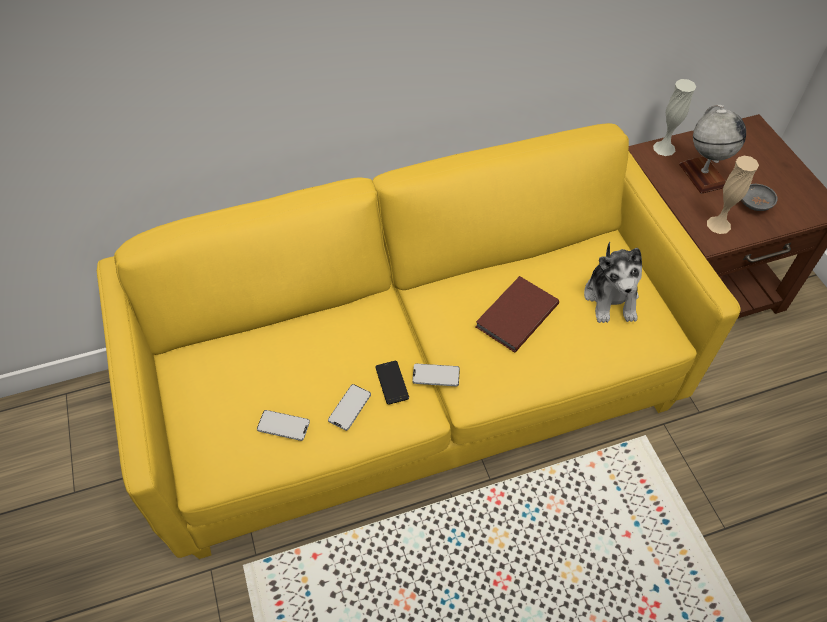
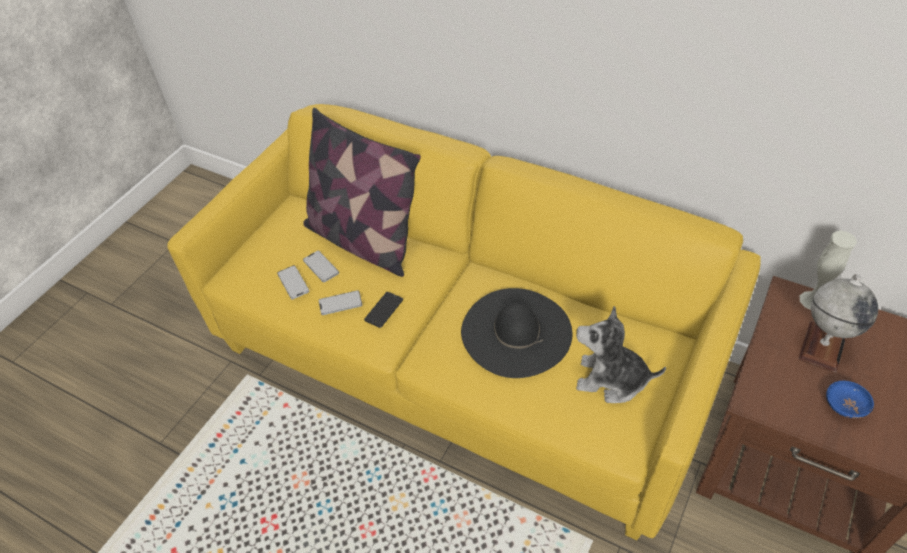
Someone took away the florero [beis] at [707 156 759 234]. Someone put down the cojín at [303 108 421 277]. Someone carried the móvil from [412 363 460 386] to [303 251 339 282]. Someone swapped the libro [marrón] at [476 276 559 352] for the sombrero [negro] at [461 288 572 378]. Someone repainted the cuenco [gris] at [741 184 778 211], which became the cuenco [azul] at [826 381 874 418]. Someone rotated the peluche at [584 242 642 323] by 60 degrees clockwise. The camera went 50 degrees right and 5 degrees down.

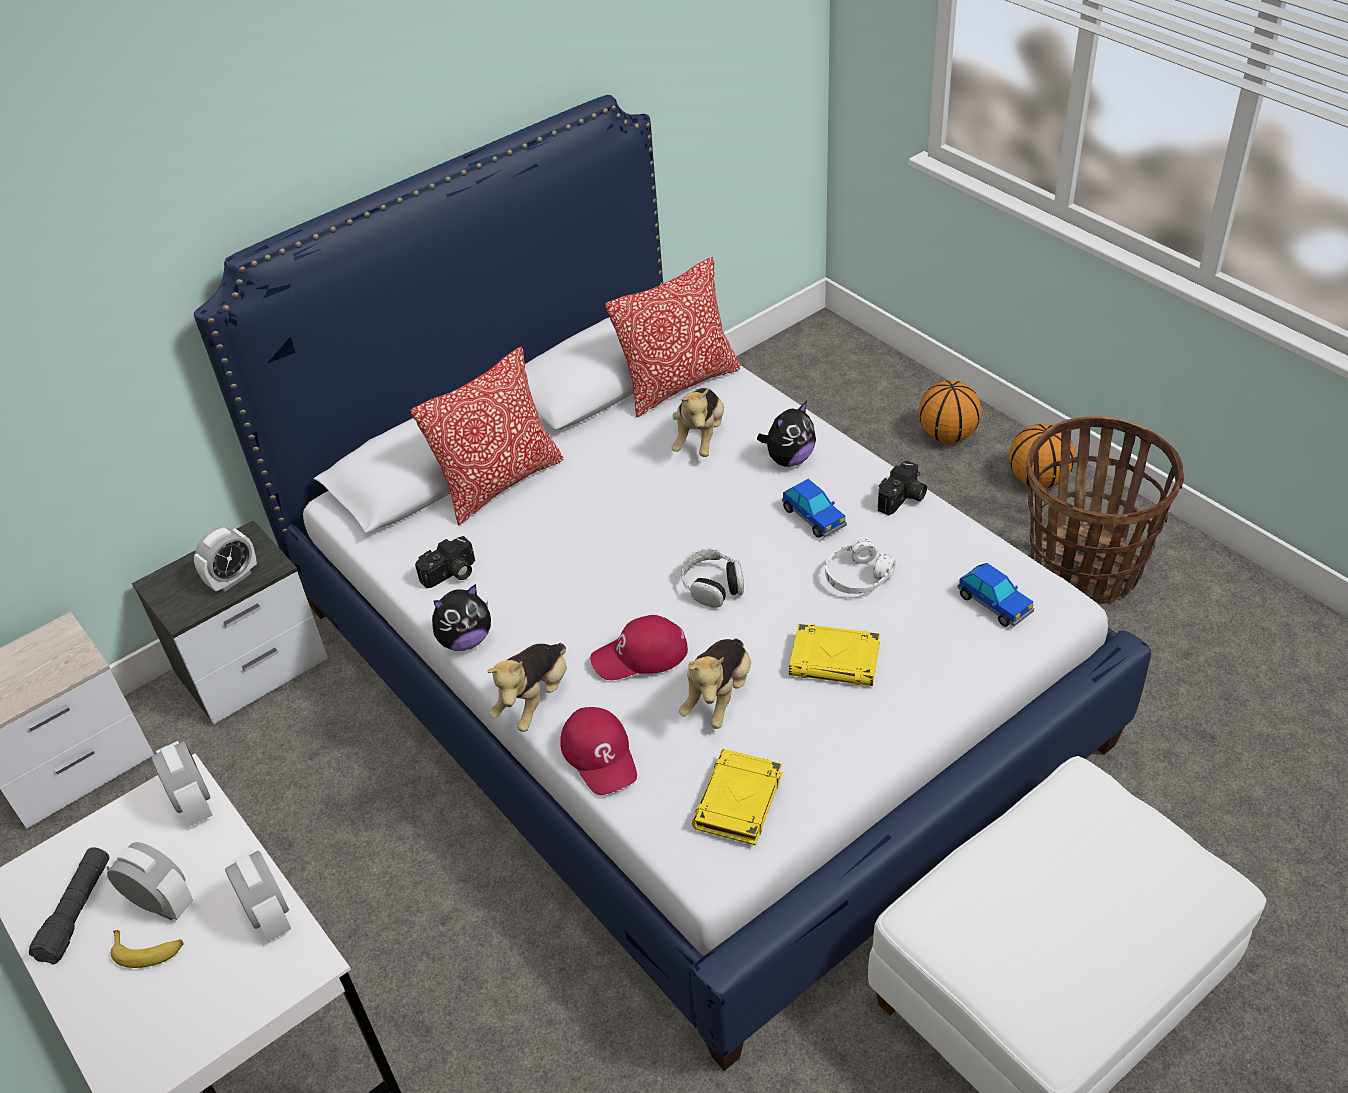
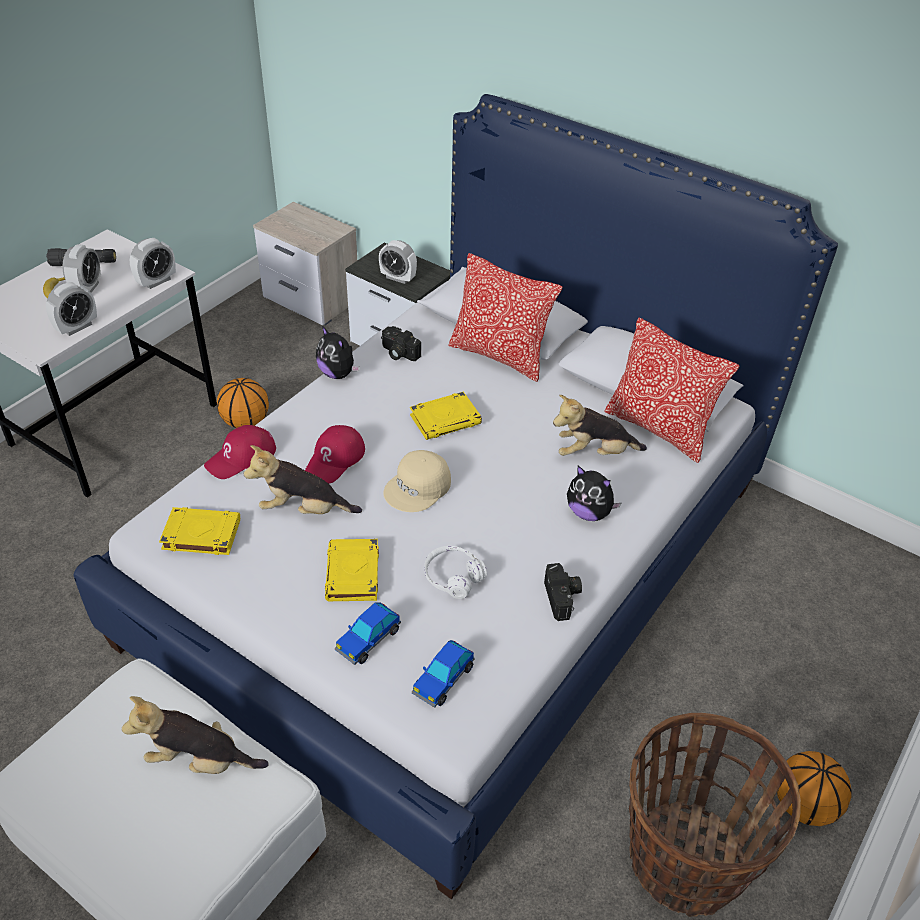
Someone put down the libro [amarillo] at [410 392 482 440]. Someone carried the peluche from [487 643 567 732] to [122 696 269 774]. Someone carried the coche de juguete from [782 479 847 538] to [335 602 401 665]. Someone carried the balón de baloncesto from [919 380 982 443] to [217 378 269 428]. Someone swapped the auriculares at [681 549 744 608] for the gorra [beis] at [383 450 451 512]. Someone rotated the gorra [rojo] at [590 615 688 680] by 120 degrees counterclockwise. Someone rotated the cámara at [878 461 927 515] by 120 degrees counterclockwise. The camera went 70 degrees right and 0 degrees up.

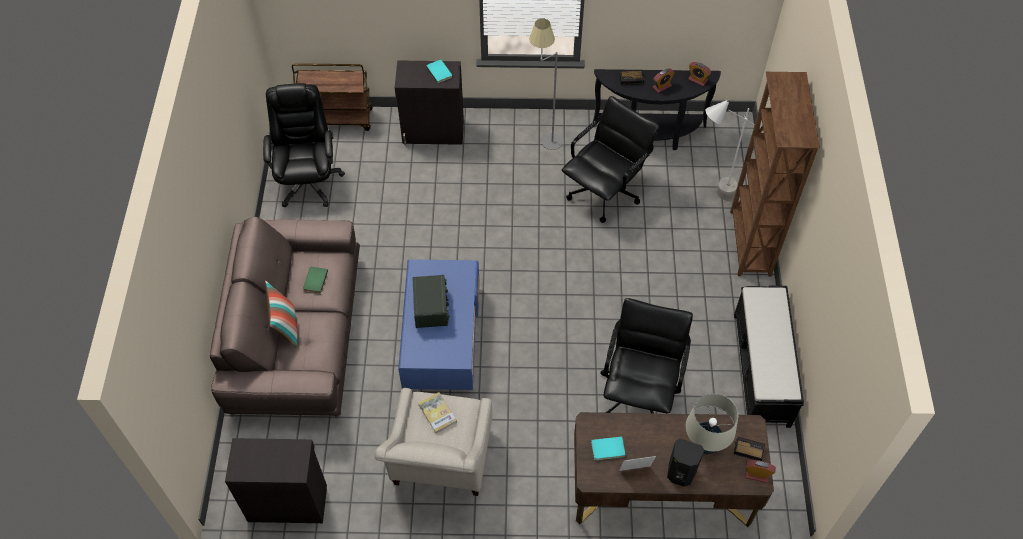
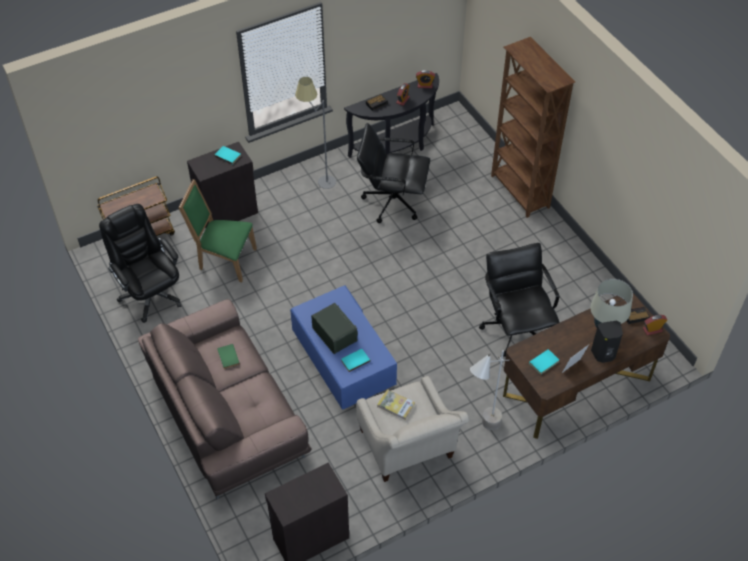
Someone took away the cojín at [265 281 298 348]. Someone took away the banco [negro] at [734 286 804 428]. Someone put down the silla [verde] at [178 179 257 282]. Someone put down the libro [turquesa] at [341 349 370 372]. Someone carried the lámpara de pie [gris] from [706 99 755 200] to [470 350 509 430]. Someone rotated the silla de oficina [negro] at [562 96 659 223] by 90 degrees counterclockwise. The camera went 30 degrees left and 5 degrees down.

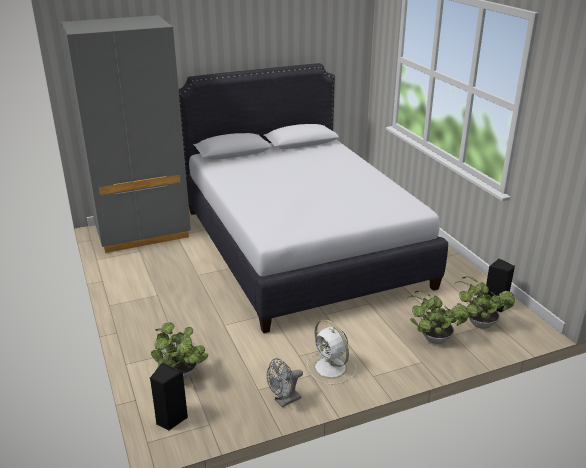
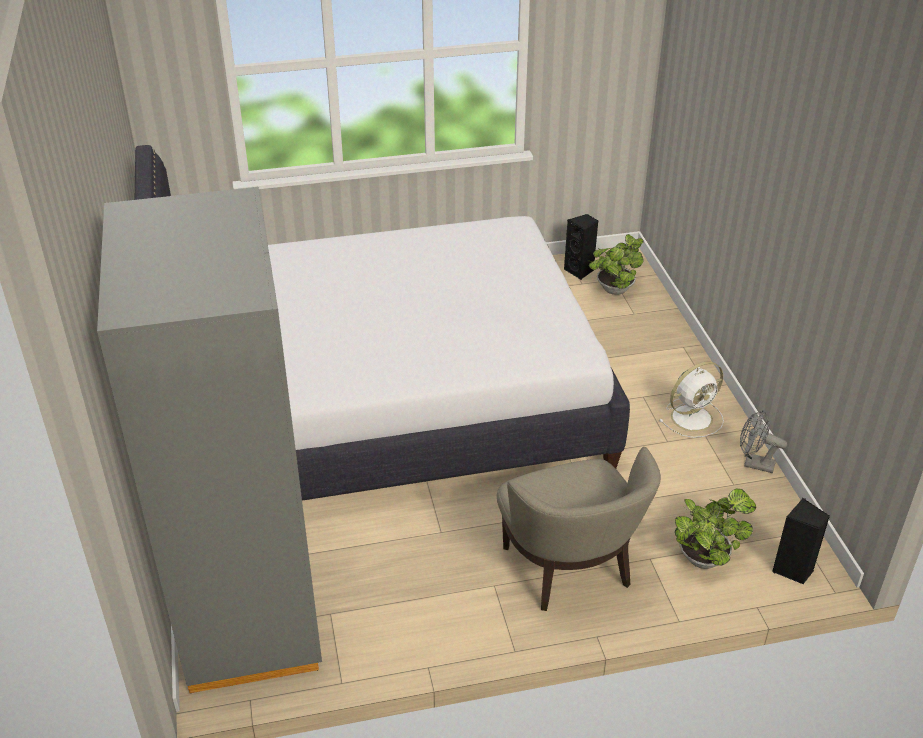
Someone took away the planta en maceta at [409 290 469 344]. Someone put down the sillón [beis] at [497 447 661 611]. Someone rotated the ventilador [gris] at [267 358 303 407] by 135 degrees clockwise. The camera went 80 degrees left and 10 degrees up.

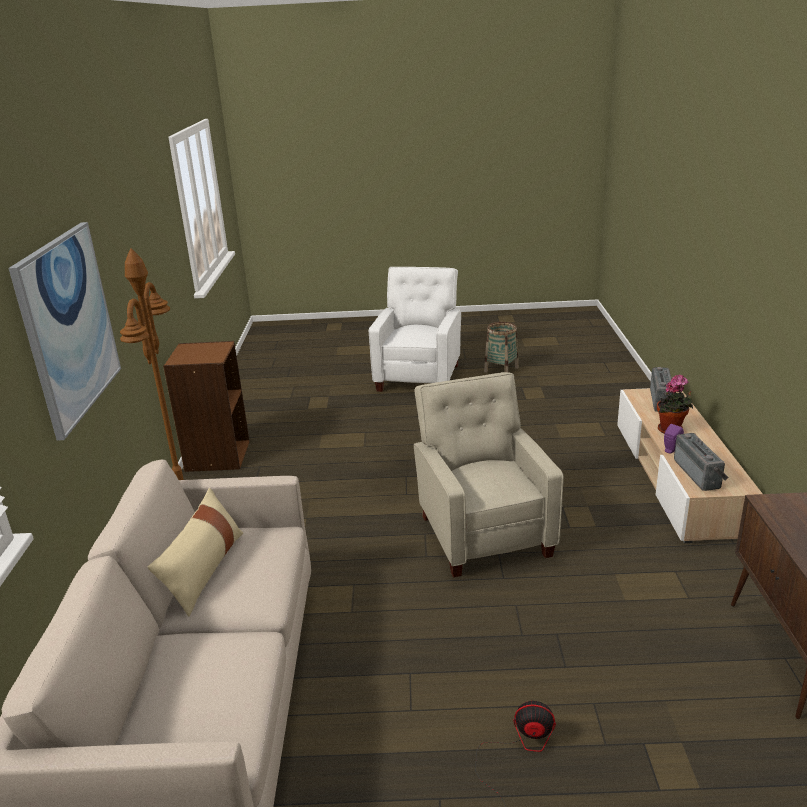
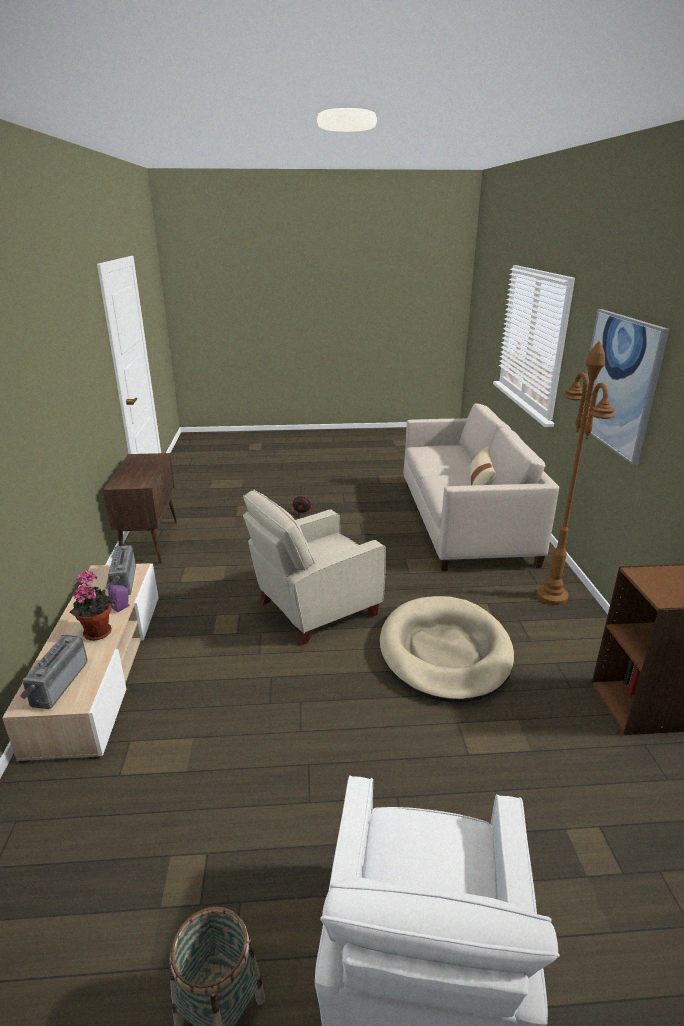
Someone put down the cama para perro [beis] at [380 596 514 702]. Someone rotated the sillón [beis] at [414 372 564 577] by 75 degrees clockwise. The camera went 175 degrees right and 0 degrees up.

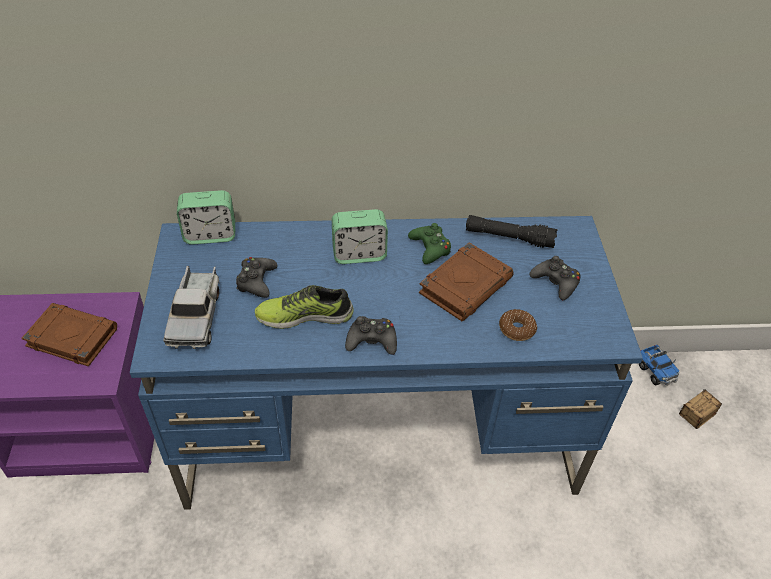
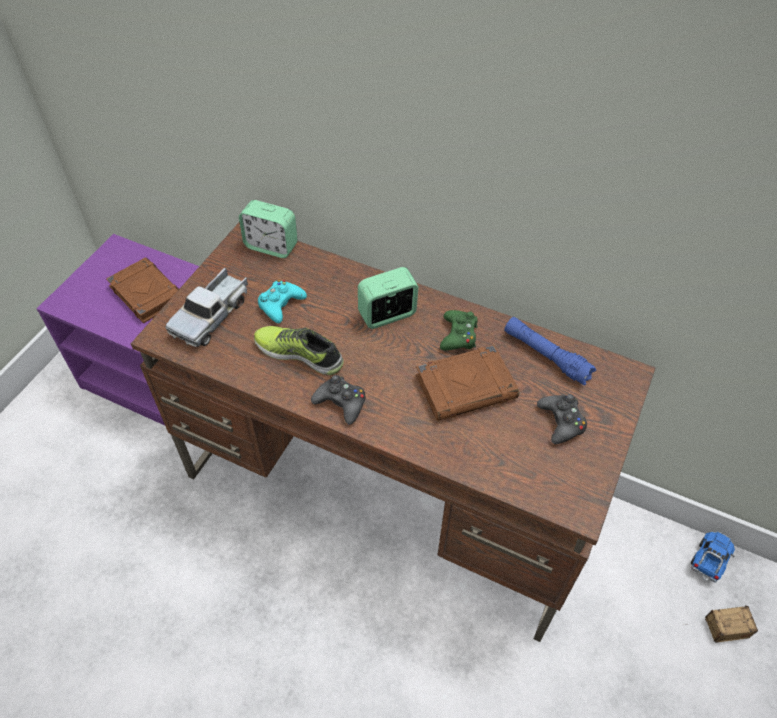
Someone took away the rosquilla at [499 309 537 341]. Someone repainted the escritorio [azul] at [130 216 643 510], which became the escritorio [marrón] at [131 222 655 642]. Someone repainted the mando de consola [negro] at [236 257 278 298], which became the mando de consola [turquesa] at [258 280 307 323]. Someone repainted the linterna [negro] at [466 215 558 248], which became the linterna [azul] at [504 317 596 385]. Someone rotated the despertador at [332 209 388 264] by 135 degrees clockwise. Someone rotated the camión de juguete at [639 345 679 386] by 150 degrees counterclockwise. The camera went 30 degrees right and 5 degrees up.

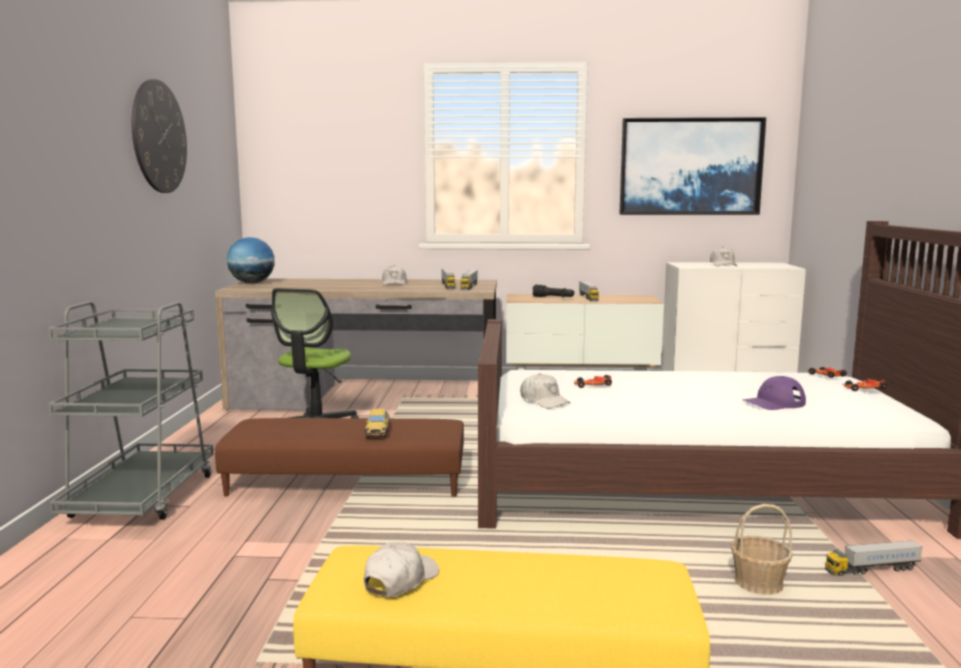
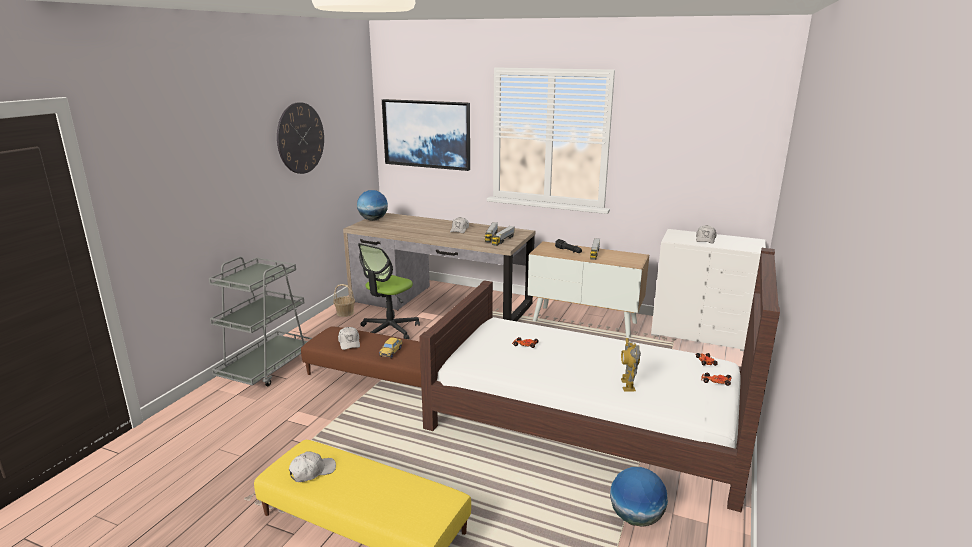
Someone carried the gorra [blanco] from [520 373 571 409] to [338 327 360 350]. Someone carried the cuadro from [619 117 766 215] to [382 99 470 171]. Someone carried the cesta from [731 504 793 595] to [333 284 355 317]. Someone swapped the gorra [morado] at [742 376 806 410] for the robot de juguete at [621 338 641 391]. Someone swapped the camión de juguete at [825 540 923 576] for the globo terráqueo at [610 467 668 527]. The camera went 20 degrees right and 10 degrees up.

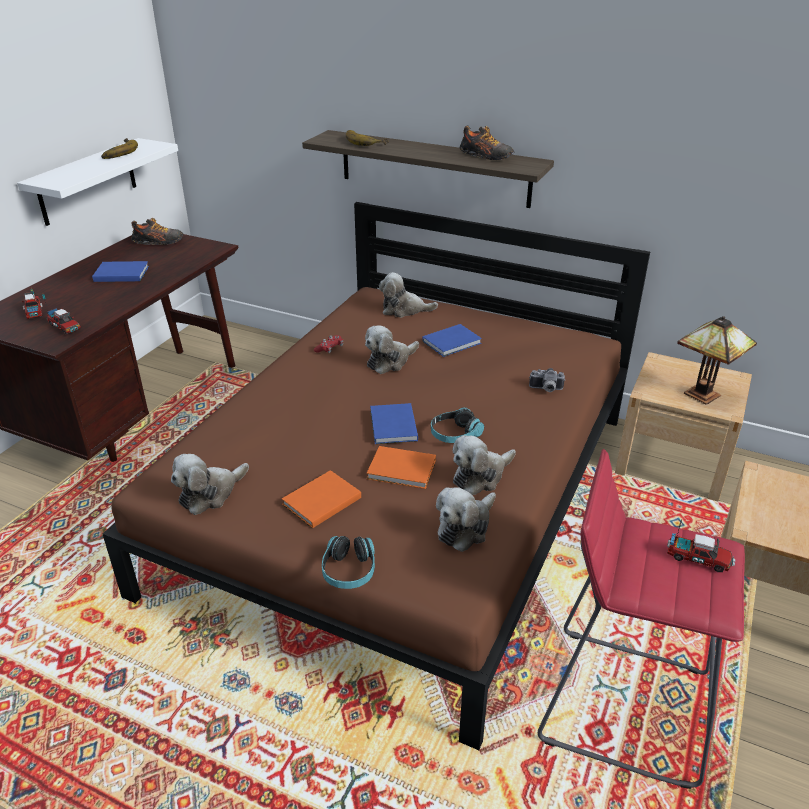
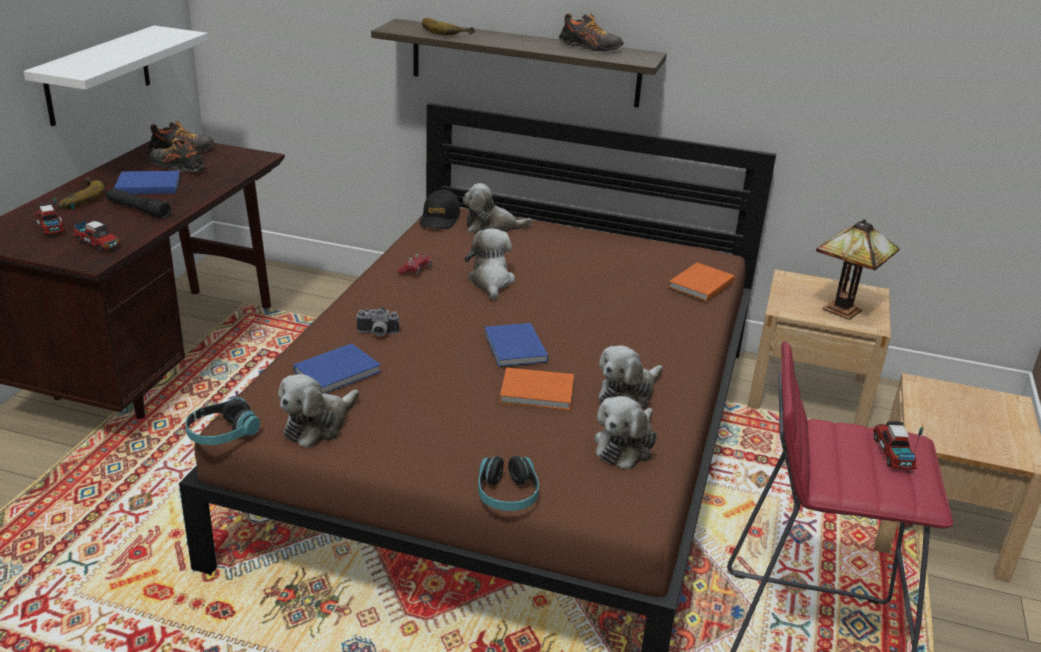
Someone put down the linterna [negro] at [106 188 171 219]. Someone put down the zapato at [149 138 206 173]. Someone put down the gorra [negro] at [420 190 460 229]. Someone carried the plátano from [101 138 138 159] to [57 177 105 209]. Someone carried the libro [naranja] from [282 470 361 528] to [668 263 735 301]. Someone carried the libro [azul] from [422 324 482 357] to [293 343 381 394]. Someone carried the auriculares from [431 407 484 443] to [185 397 260 445]. Someone carried the cámara from [529 368 565 392] to [355 307 399 336]. Someone rotated the peluche at [365 325 419 374] by 135 degrees clockwise. Someone rotated the camión de juguete at [667 519 736 572] by 105 degrees counterclockwise. The camera went 10 degrees left and 5 degrees down.

